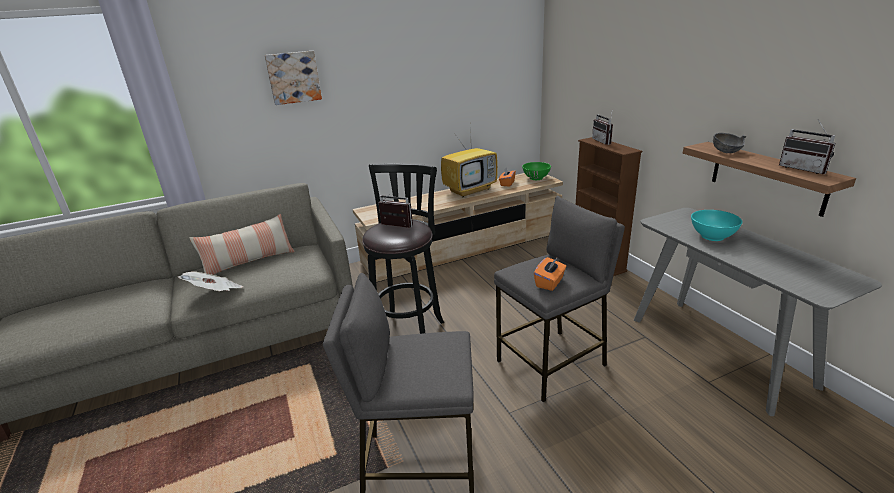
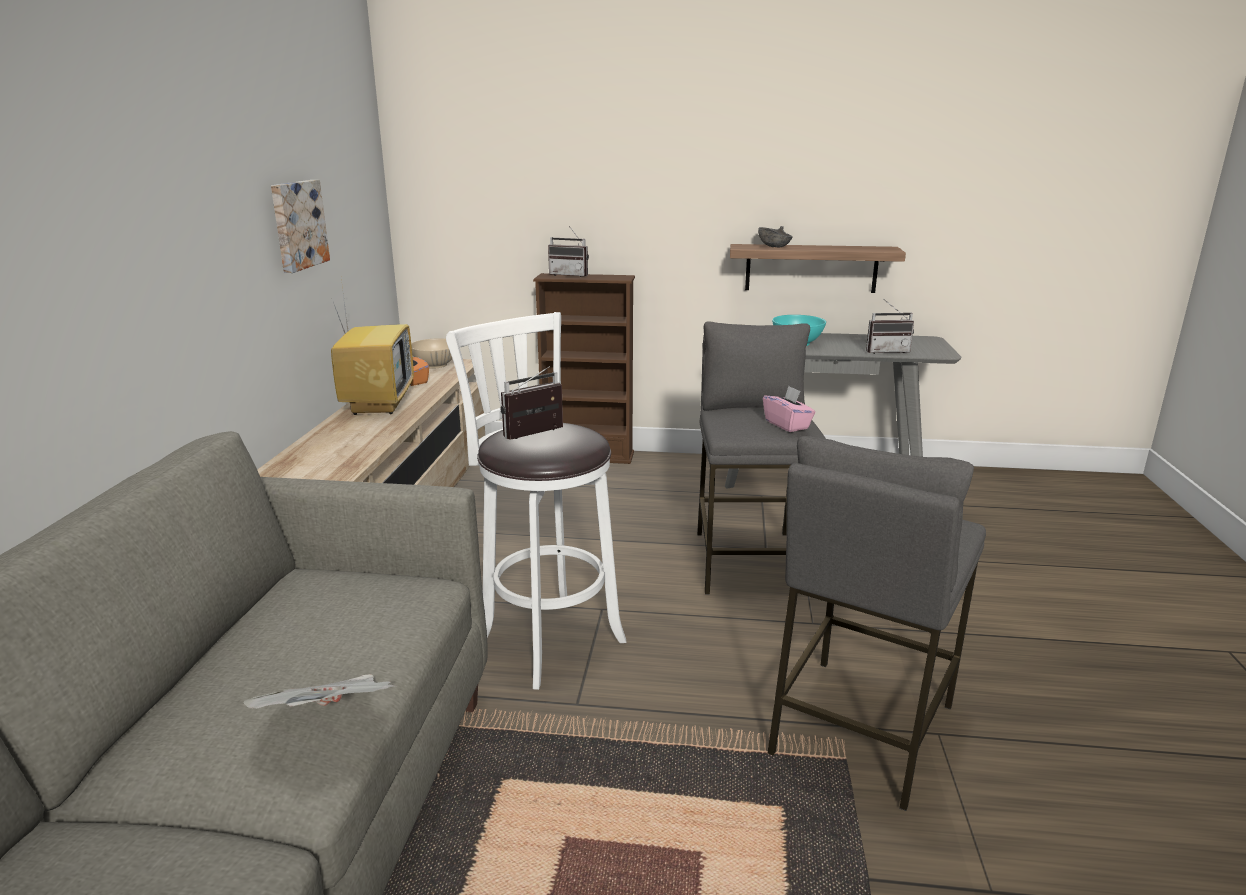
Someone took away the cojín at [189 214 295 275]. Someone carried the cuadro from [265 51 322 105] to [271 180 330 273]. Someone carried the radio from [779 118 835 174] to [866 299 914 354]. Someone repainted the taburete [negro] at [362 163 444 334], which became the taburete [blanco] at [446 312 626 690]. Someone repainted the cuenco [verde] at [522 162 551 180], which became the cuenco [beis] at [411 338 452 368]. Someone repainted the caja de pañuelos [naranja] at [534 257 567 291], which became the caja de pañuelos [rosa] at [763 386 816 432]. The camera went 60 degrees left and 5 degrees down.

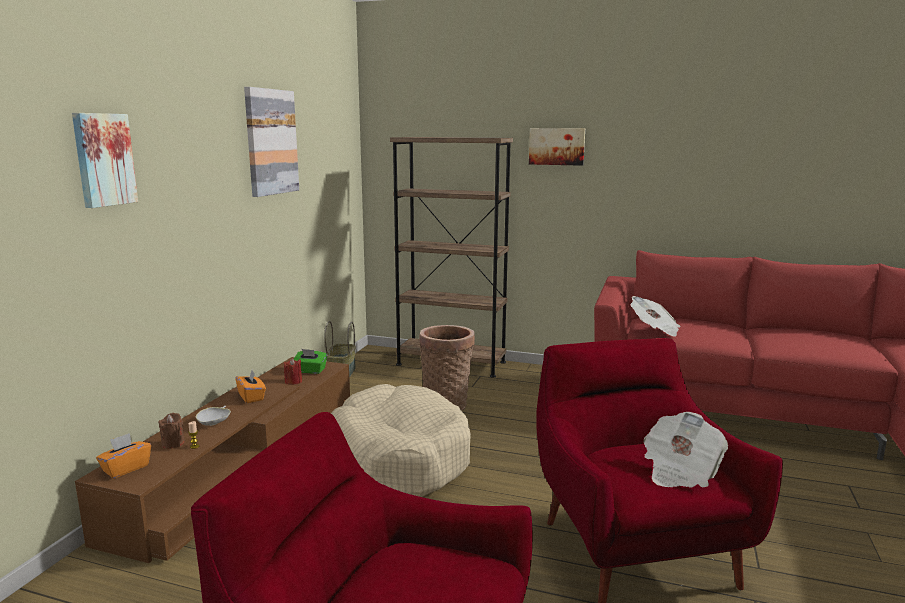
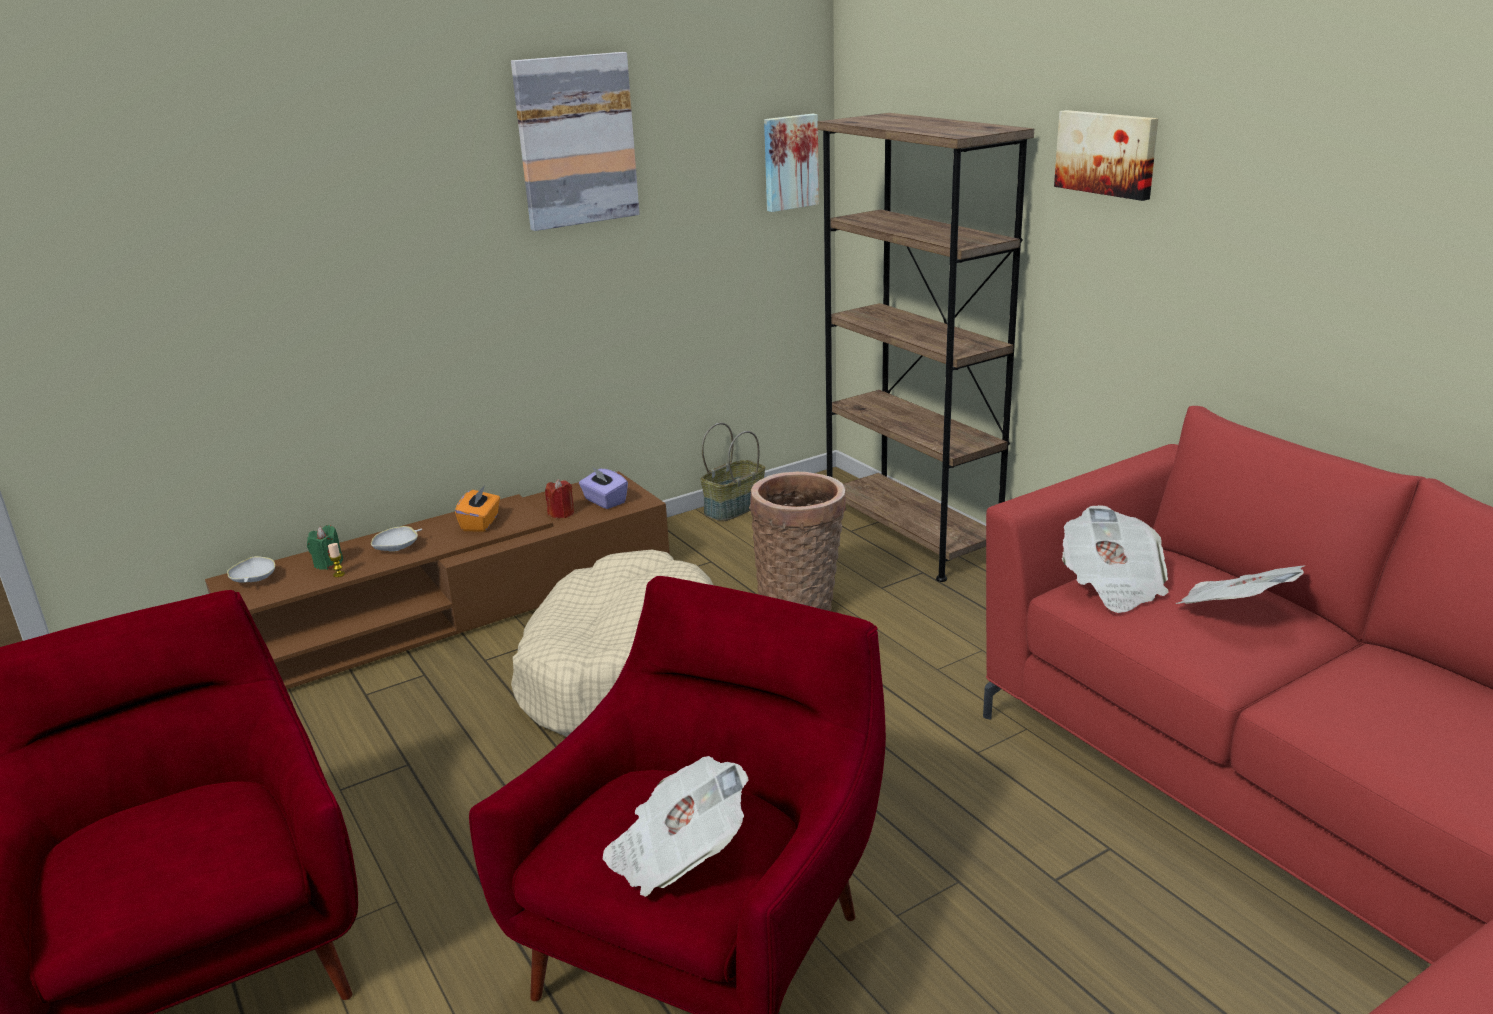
Someone put down the periódico at [1176 565 1304 604]. Someone carried the cuadro from [72 113 138 208] to [764 114 819 212]. Someone swapped the caja de pañuelos [naranja] at [96 433 151 479] for the cuenco [blanco] at [227 556 275 583]. Someone repainted the vela [marrón] at [158 413 185 449], which became the vela [verde] at [307 525 343 570]. Someone repainted the caja de pañuelos [verde] at [293 349 327 374], which became the caja de pañuelos [morado] at [579 466 628 509]. The camera went 40 degrees right and 10 degrees up.

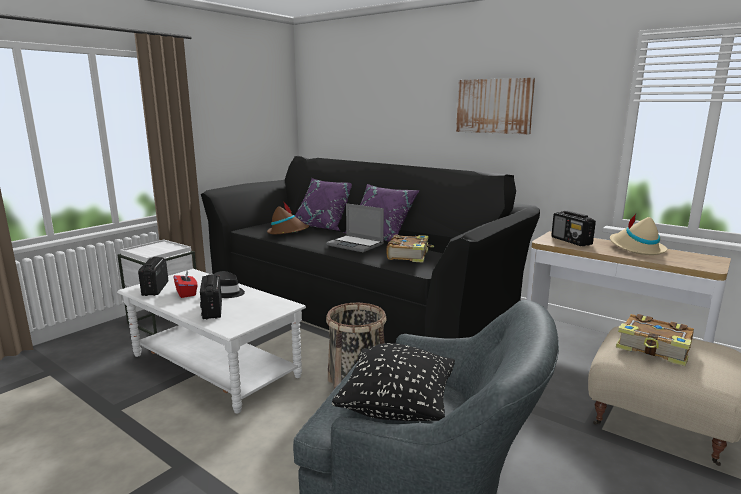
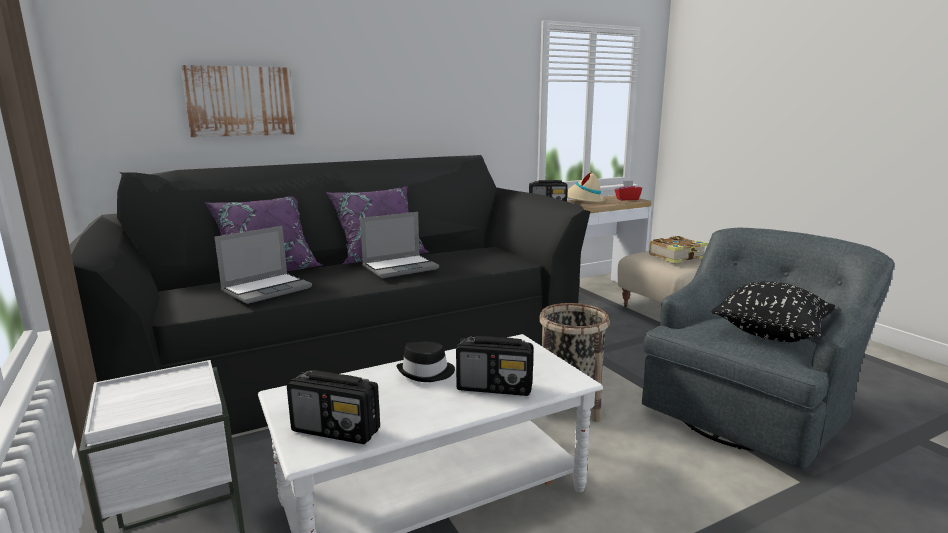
Someone took away the libro at [387 234 434 263]. Someone carried the caja de pañuelos [rojo] from [174 271 198 298] to [615 181 642 200]. Someone carried the cuadro from [456 78 535 134] to [181 65 296 137]. Someone swapped the sombrero [marrón] at [267 201 309 234] for the portátil at [215 226 312 304]. The camera went 65 degrees left and 0 degrees up.

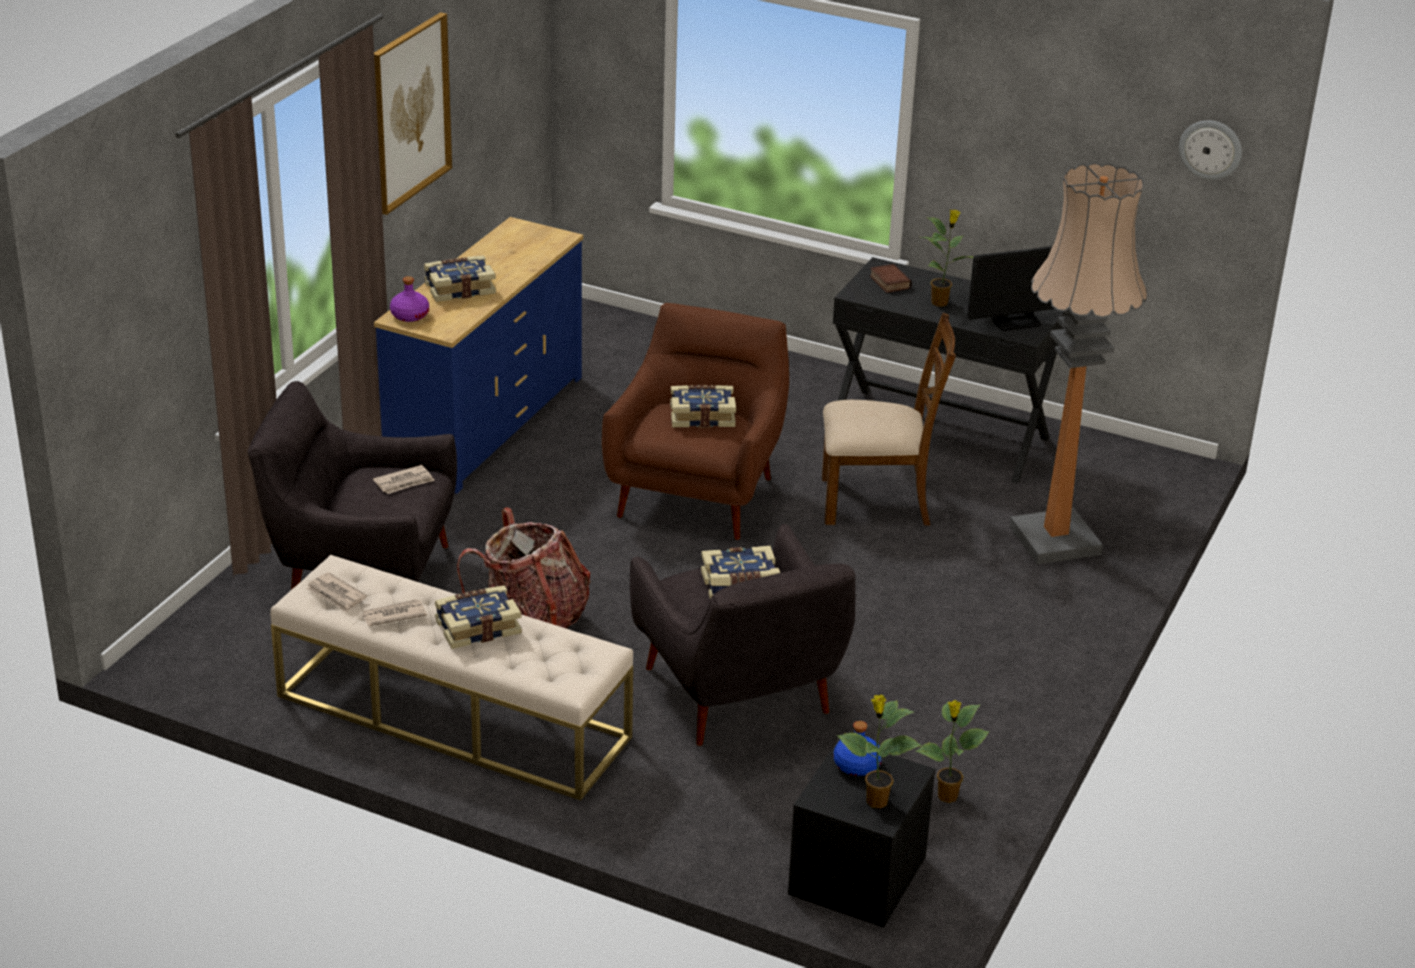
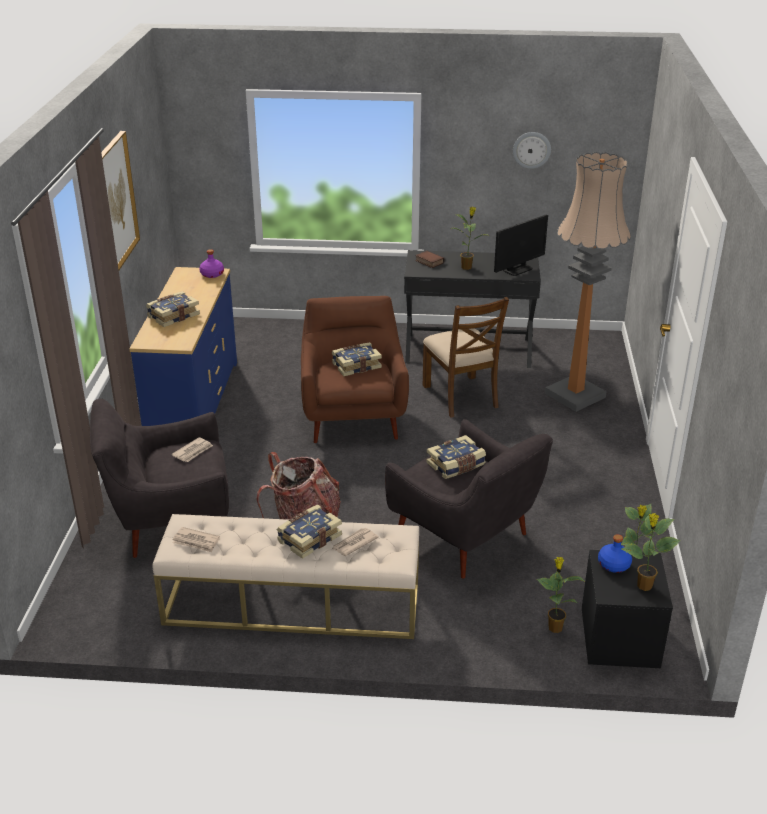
Someone put down the planta en maceta at [537 557 586 633]. Someone carried the periódico from [362 599 427 626] to [332 528 379 556]. Someone carried the botella [morado] from [390 276 429 322] to [199 249 224 278]. Someone carried the reloj de pared from [1179 120 1242 180] to [513 132 551 169]. Someone rotated the silla [marrón] at [822 313 956 525] by 90 degrees clockwise. The camera went 20 degrees left and 0 degrees up.

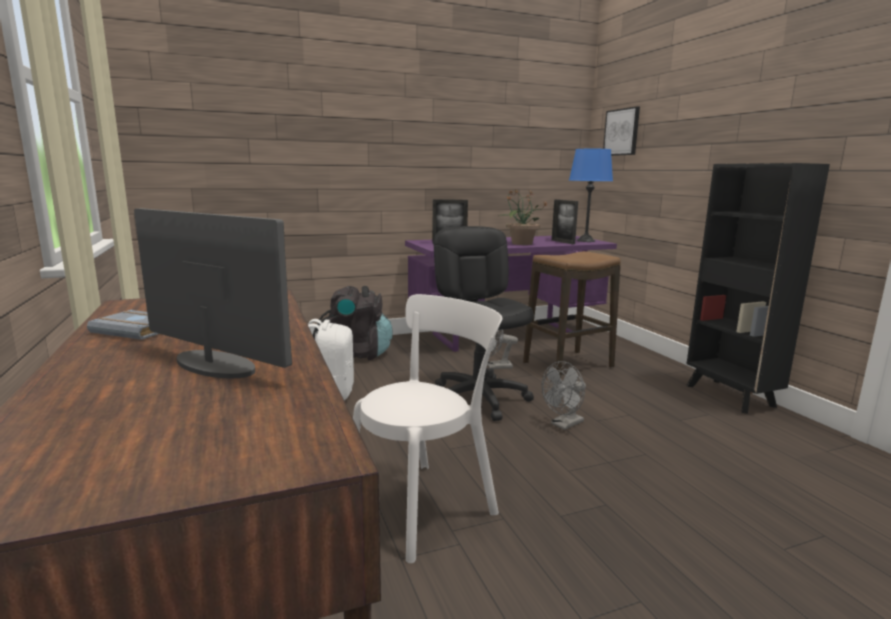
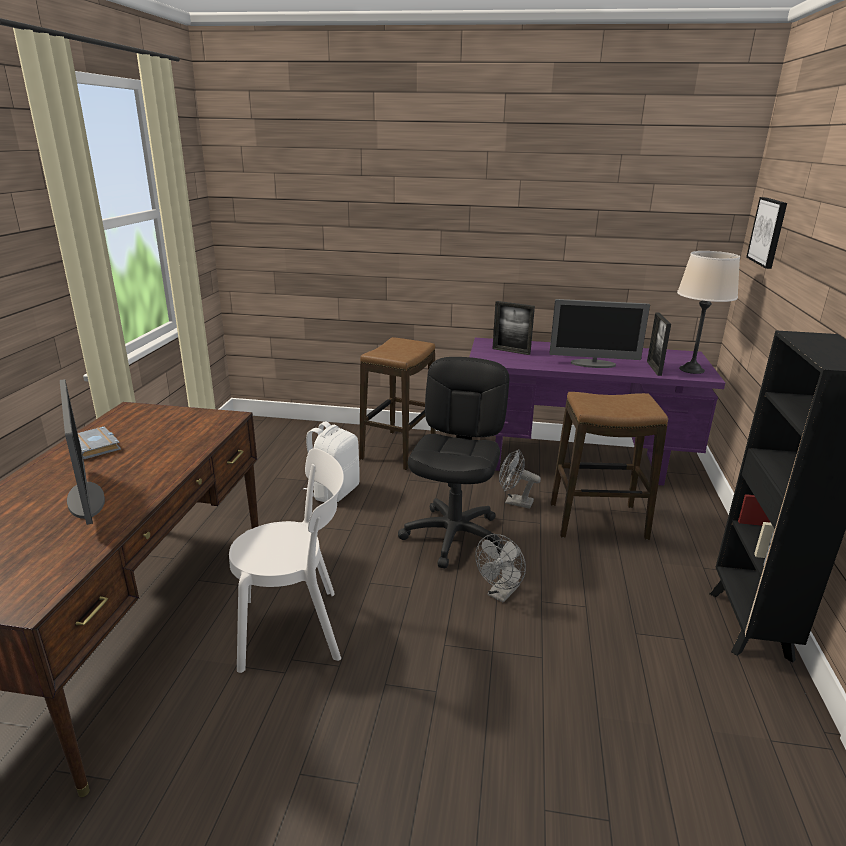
Someone swapped the mochila [negro] at [313 286 392 360] for the taburete at [359 337 436 470]. Someone swapped the planta en maceta at [497 189 548 245] for the monitor at [550 299 650 368]. Someone repainted the lámpara de mesa [azul] at [569 149 613 242], which became the lámpara de mesa [beis] at [677 251 740 374]. Someone rotated the ventilador [gris] at [542 361 586 430] by 45 degrees counterclockwise. The camera went 30 degrees right and 10 degrees up.

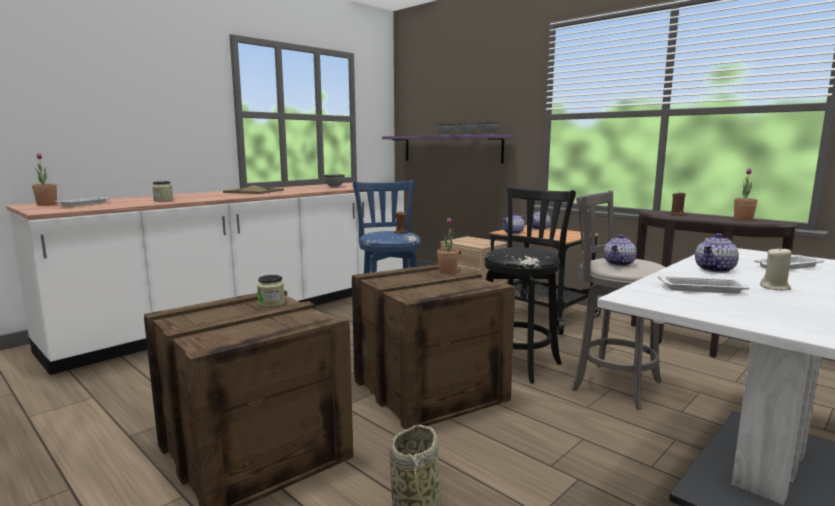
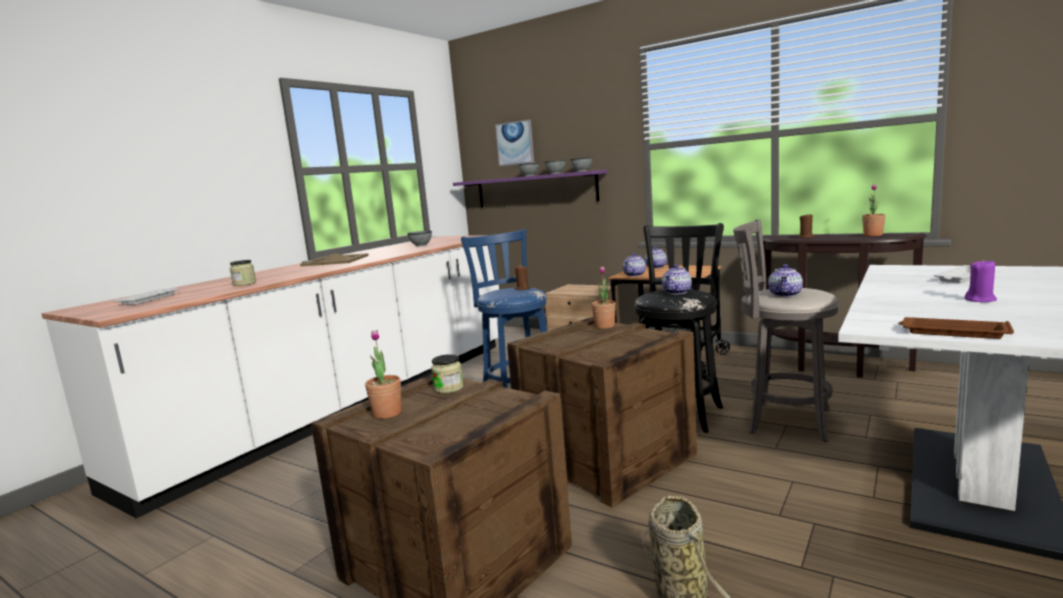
Someone took away the bandeja [blanco] at [658 275 749 294]. Someone put up the cuadro at [495 120 534 166]. Someone put down the bandeja [marrón] at [898 317 1014 339]. Someone carried the planta en maceta from [32 153 57 206] to [365 330 402 419]. Someone carried the tetera from [695 233 739 273] to [662 264 692 295]. Someone repainted the vela [beis] at [760 247 792 290], which became the vela [morado] at [965 259 997 302]. The camera went 10 degrees left and 0 degrees up.

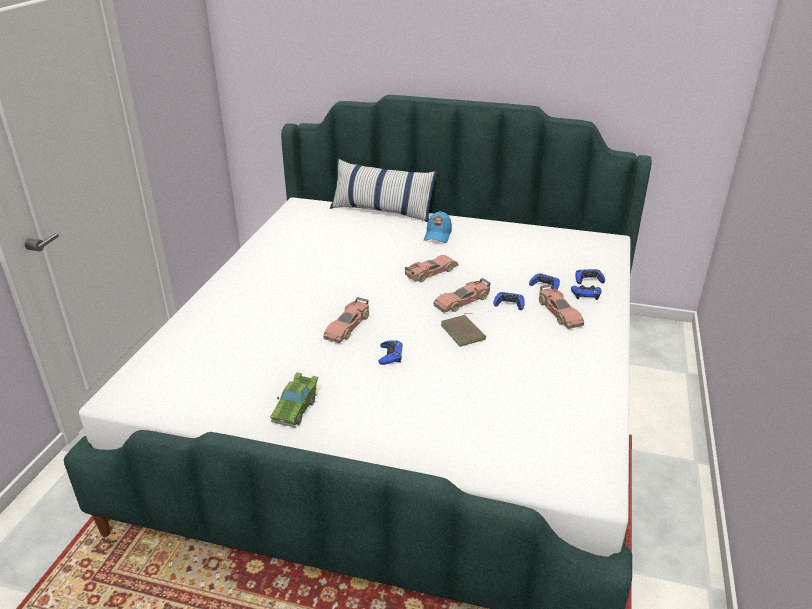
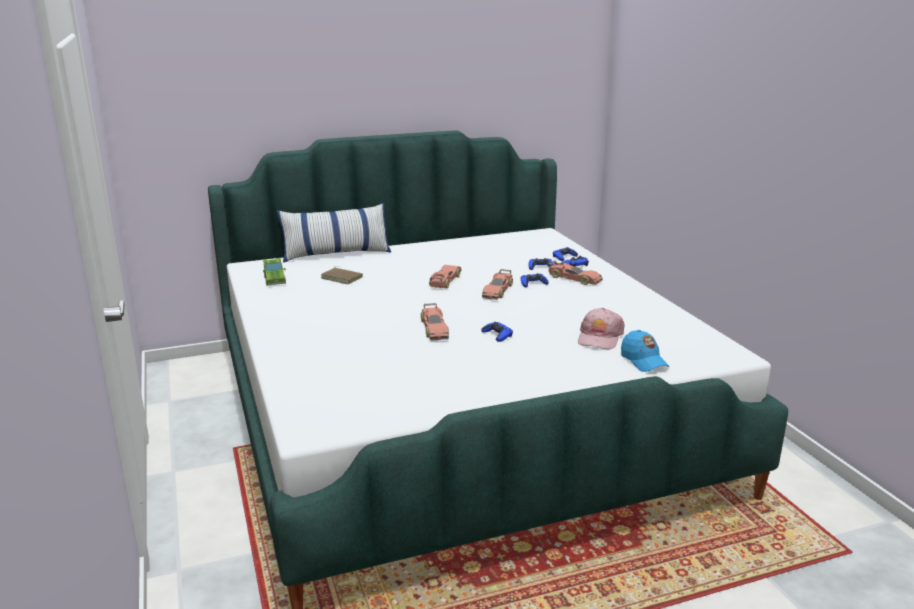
Someone put down the gorra [rosa] at [578 308 625 349]. Someone carried the coche de juguete [verde] from [270 372 318 428] to [263 258 286 286]. Someone carried the gorra [azul] from [424 211 452 243] to [621 330 670 372]. Someone carried the libro [marrón] from [441 313 486 347] to [321 266 363 284]. The camera went 35 degrees left and 10 degrees down.

